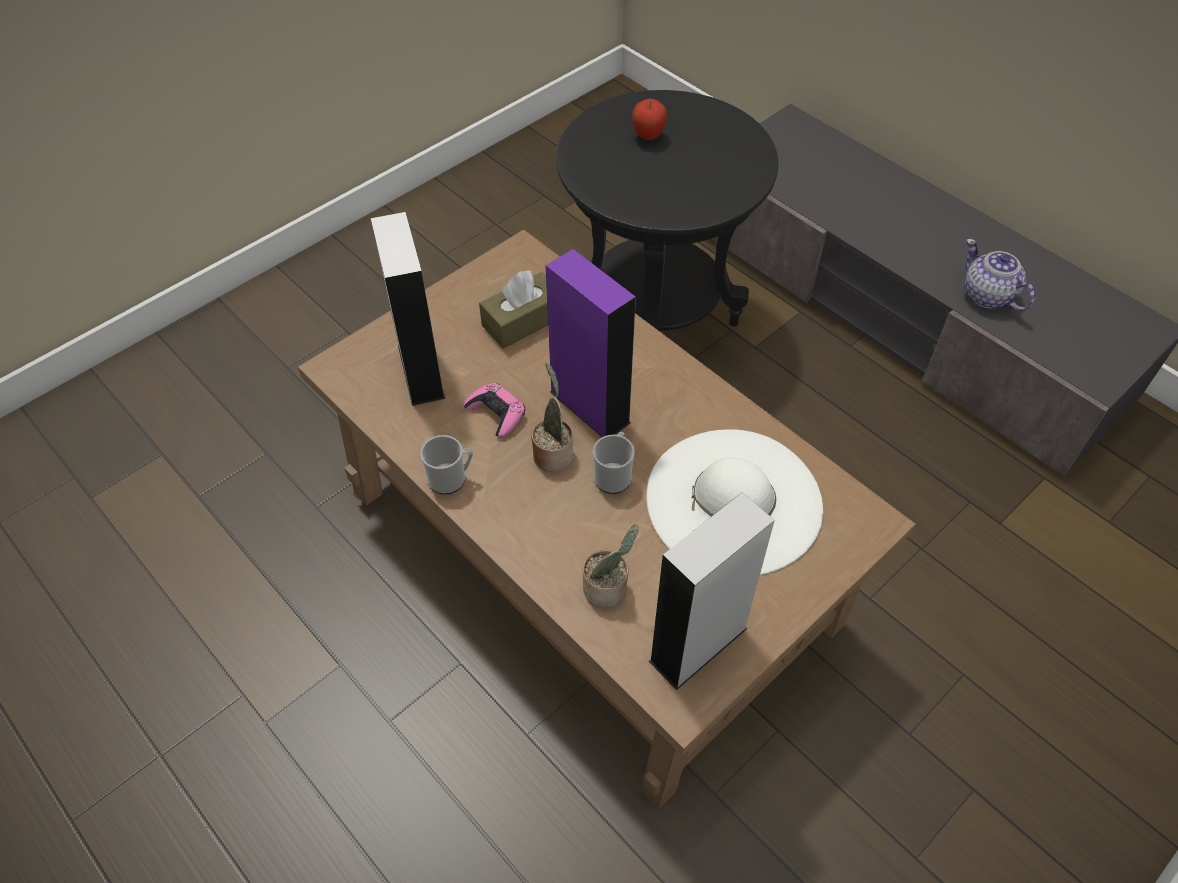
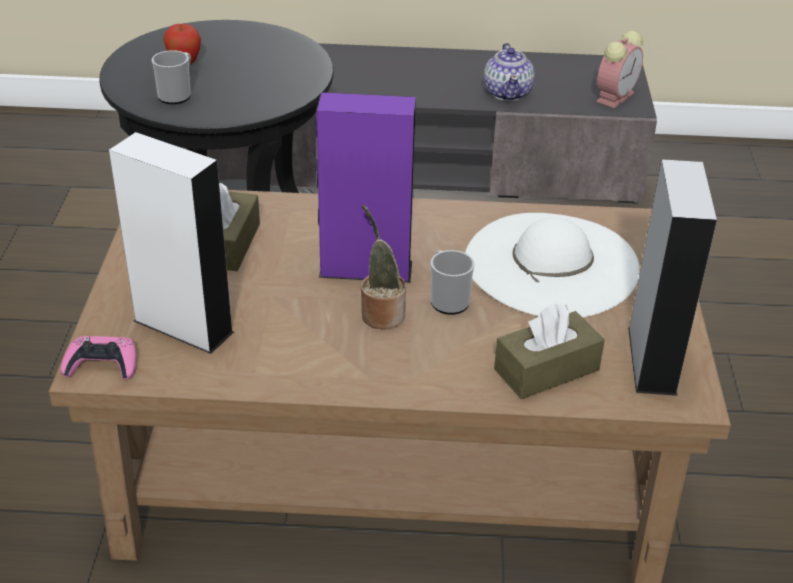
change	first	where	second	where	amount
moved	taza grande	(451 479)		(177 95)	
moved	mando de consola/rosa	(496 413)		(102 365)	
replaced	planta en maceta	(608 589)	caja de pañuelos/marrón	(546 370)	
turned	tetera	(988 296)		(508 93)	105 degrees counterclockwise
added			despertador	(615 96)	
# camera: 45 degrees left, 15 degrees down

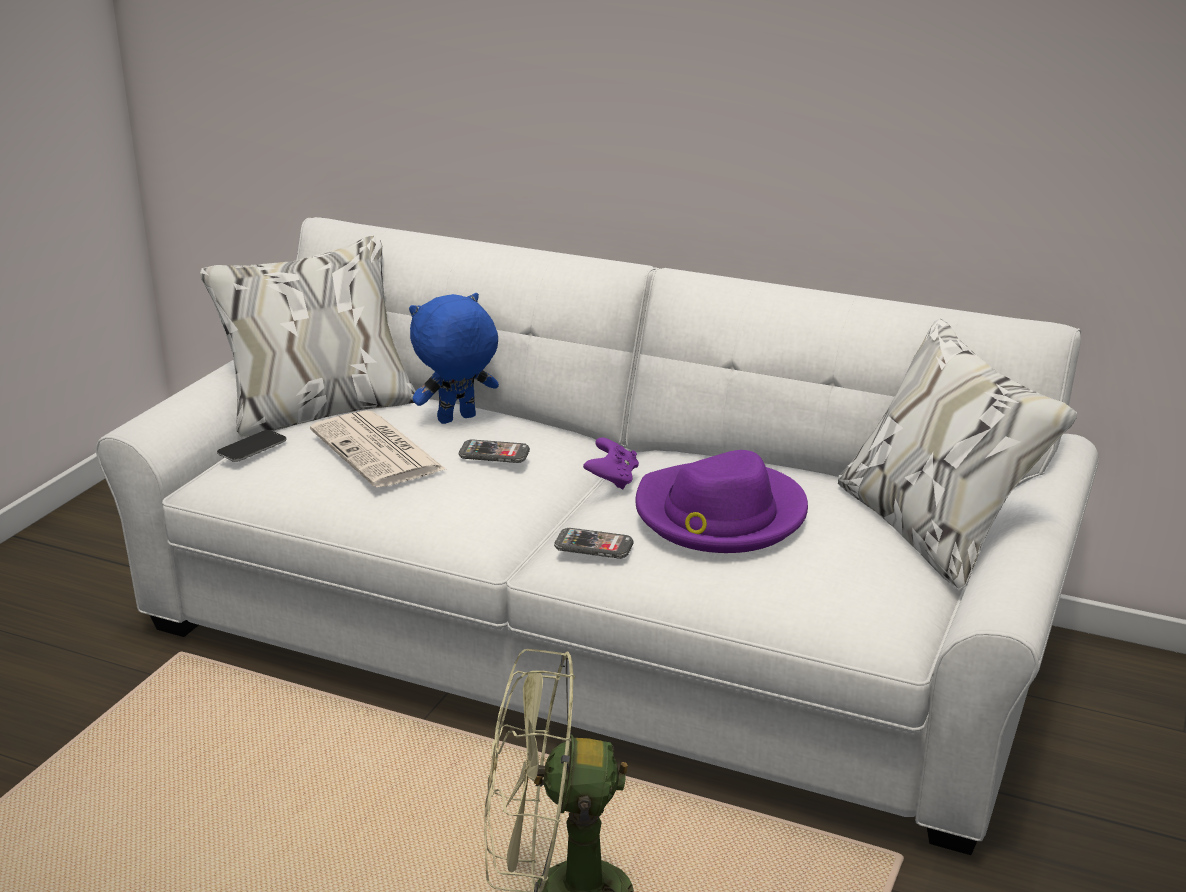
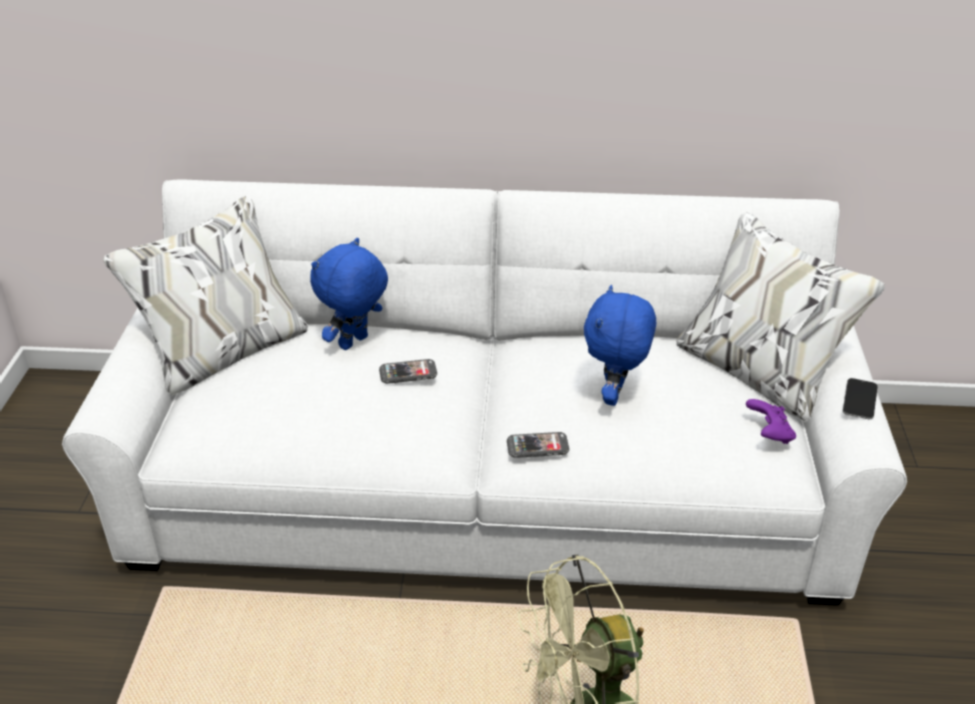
change	first	where	second	where	amount
moved	móvil	(252 447)		(859 400)	
removed	periódico	(379 451)			
moved	mando de consola/morado	(612 479)		(769 434)	
replaced	sombrero/morado	(719 515)	peluche/azul	(615 396)	
# camera: 20 degrees left, 10 degrees up

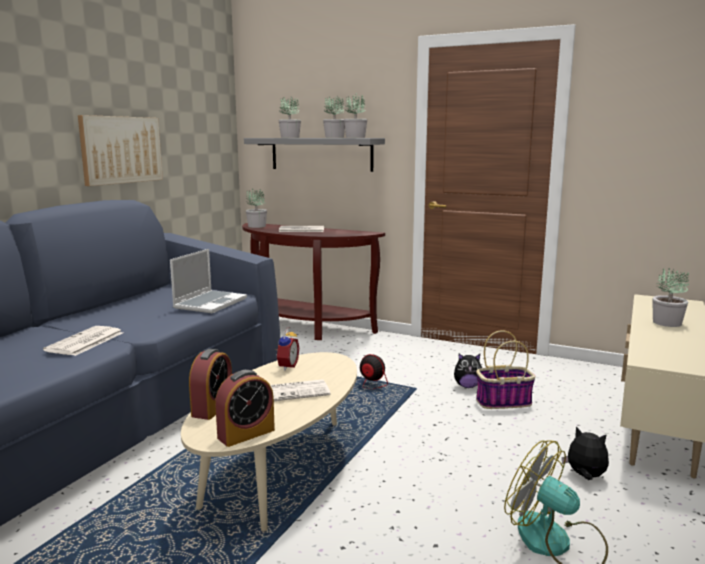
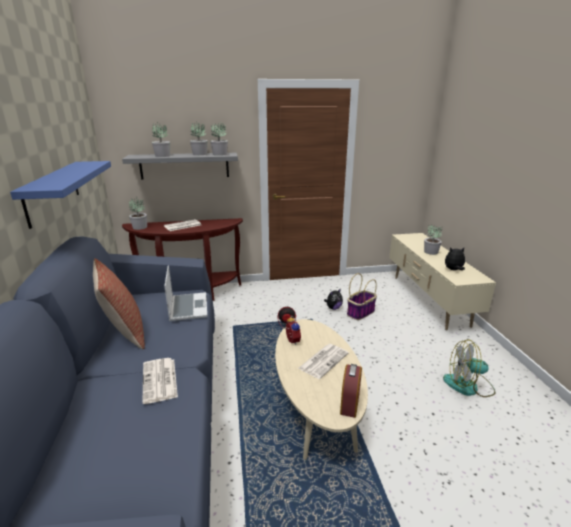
change	first	where	second	where	amount
replaced	cuadro	(121 150)	estante/azul	(52 191)	
removed	despertador	(212 407)			
moved	peluche	(585 476)		(453 270)	
added			cojín	(124 333)	
# camera: 35 degrees left, 10 degrees up

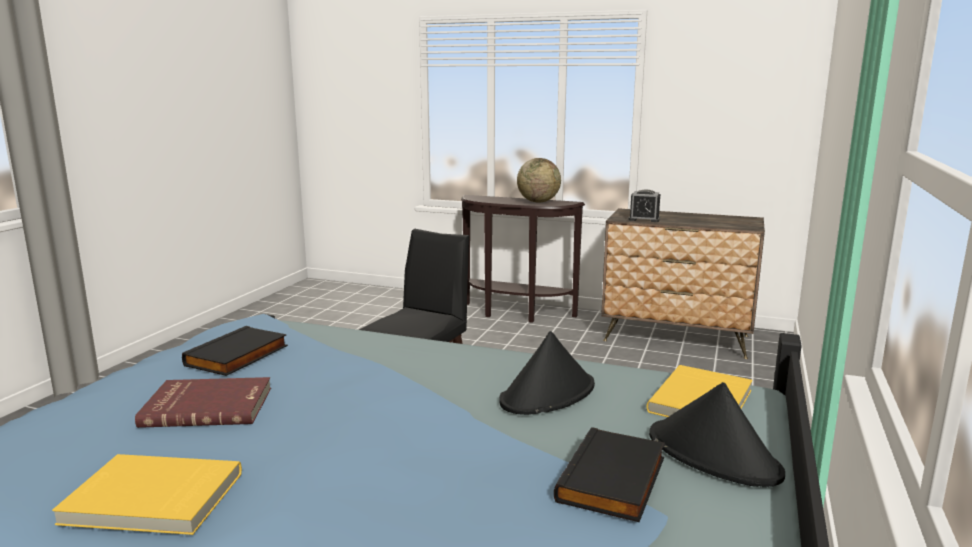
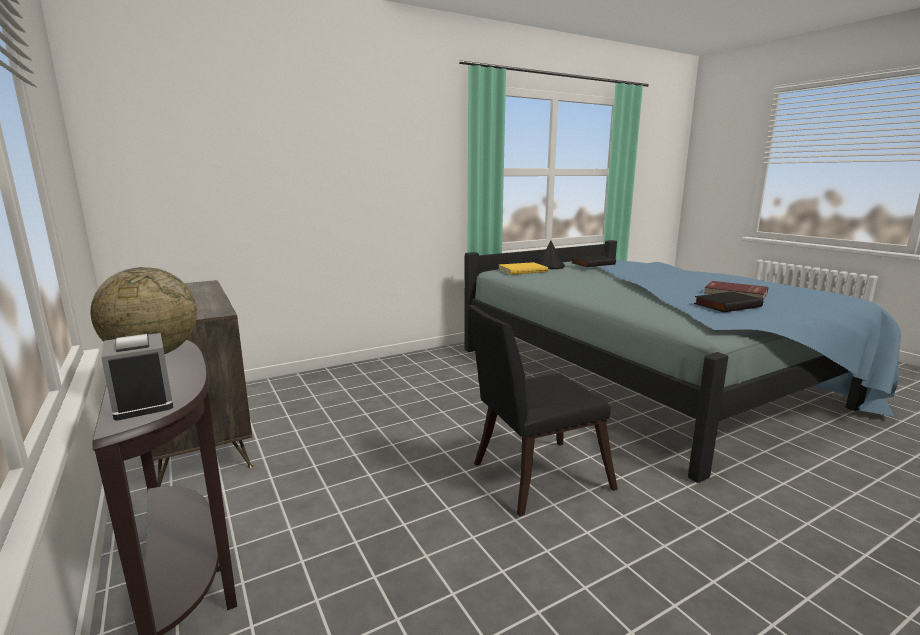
change	first	where	second	where	amount
removed	libro/amarillo	(152 500)			
removed	sombrero/negro	(548 394)			
moved	despertador	(644 219)		(143 401)	
# camera: 140 degrees left, 0 degrees up

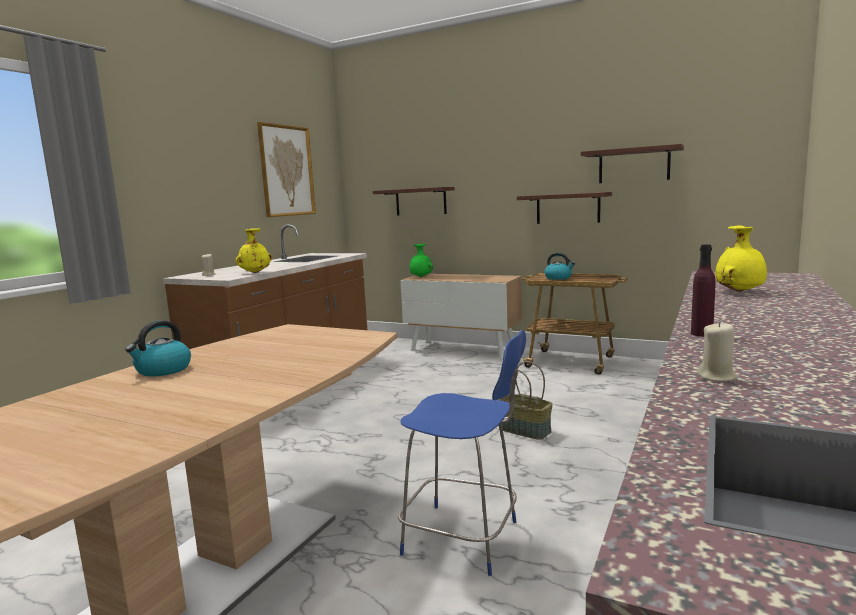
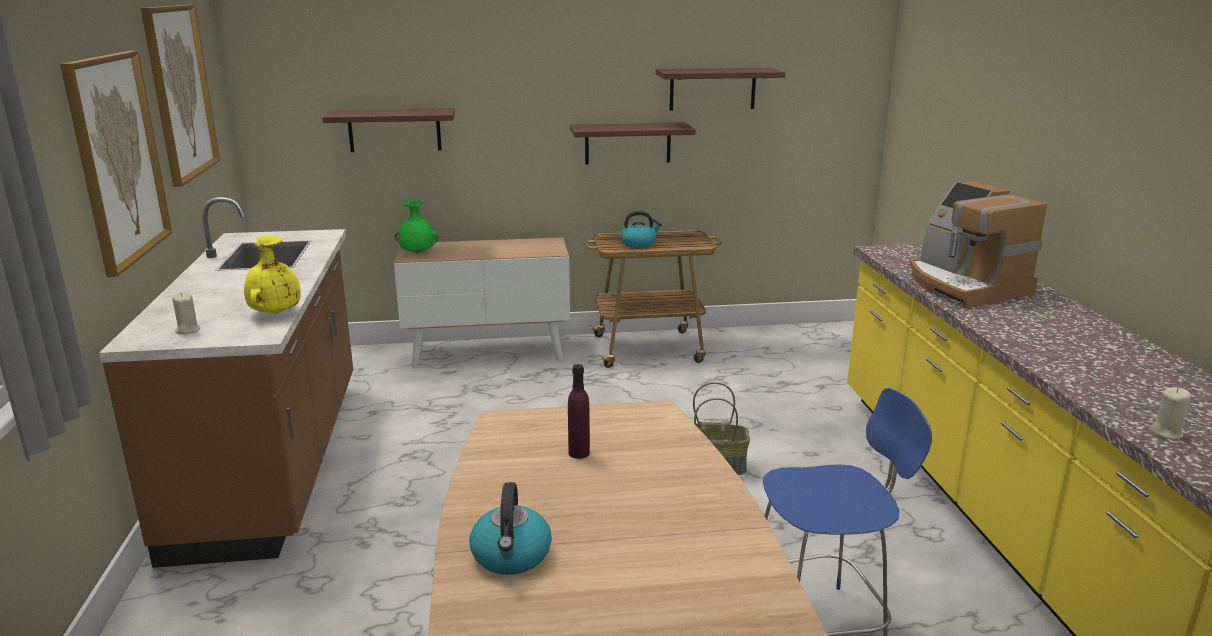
change	first	where	second	where	amount
moved	botella/morado	(701 334)		(579 453)	
replaced	florero/amarillo	(740 292)	cafetera	(964 286)	
added			cuadro	(117 159)	
# camera: 35 degrees left, 10 degrees up

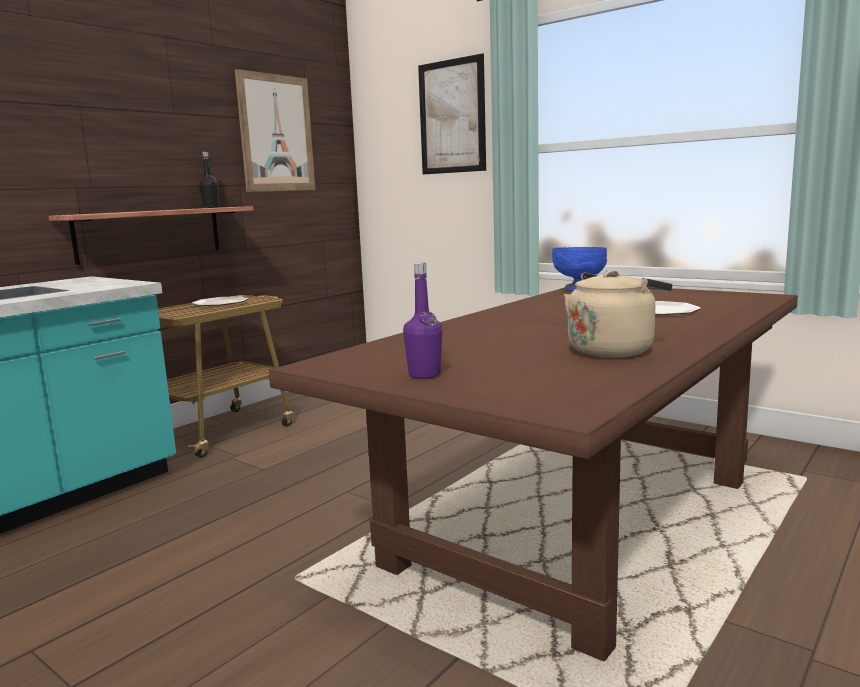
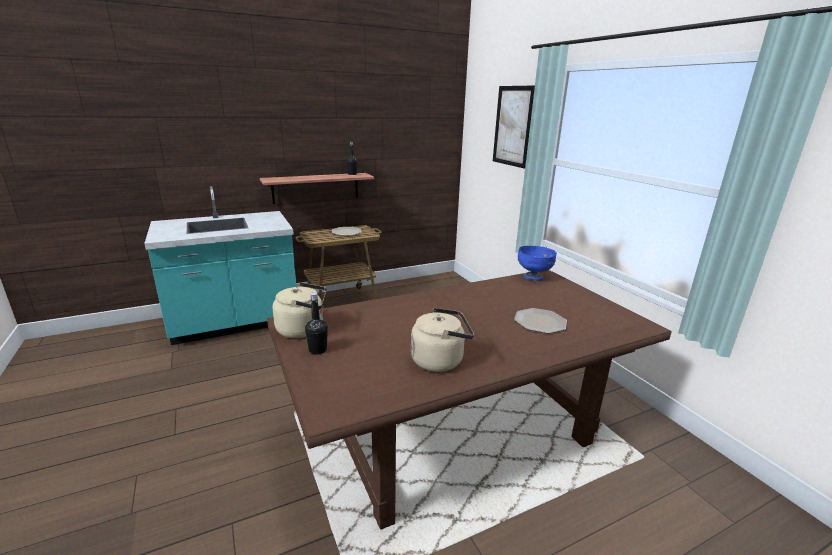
change	first	where	second	where	amount
removed	cuadro	(276 133)			
recoloured	botella/morado	(424 375)	botella/negro	(318 350)	
added			hervidor/beis	(303 329)	
# camera: 25 degrees right, 10 degrees up

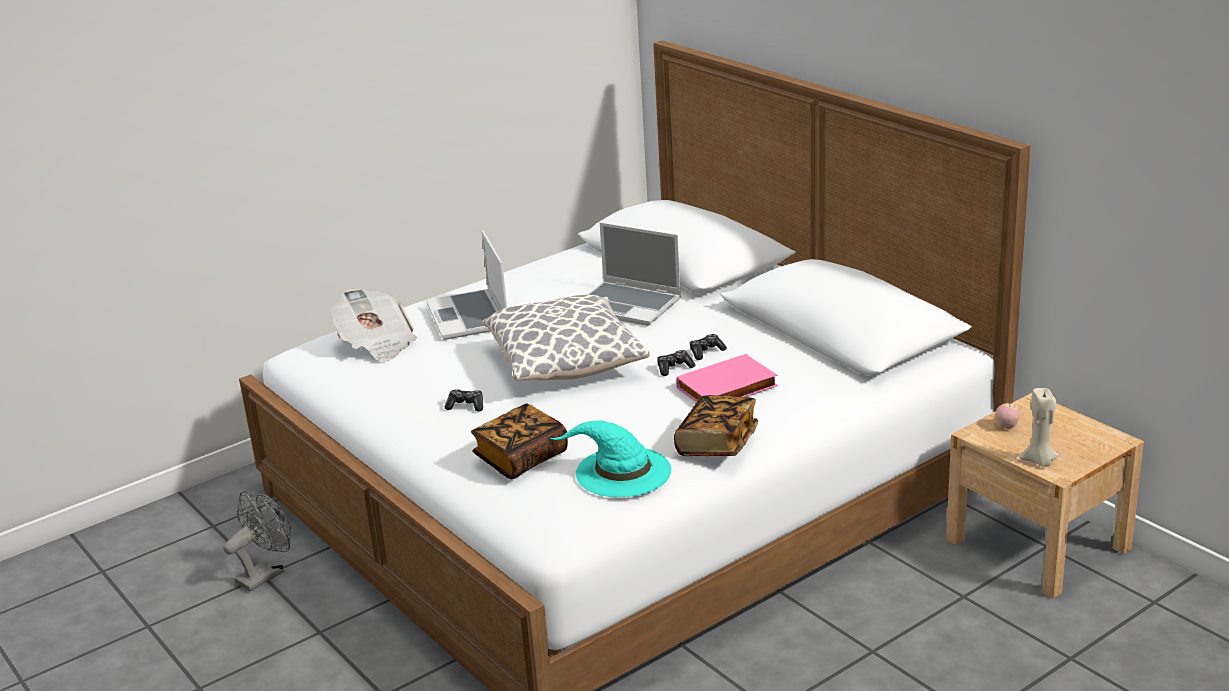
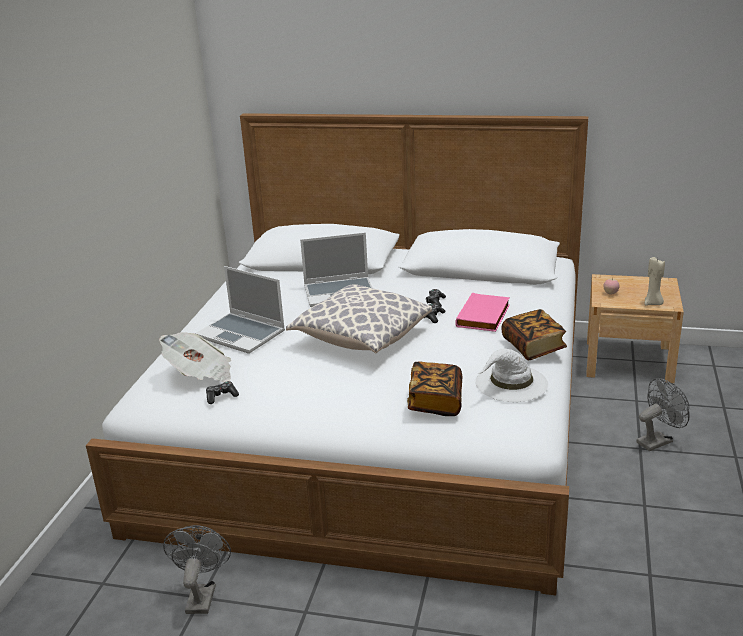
change	first	where	second	where	amount
moved	mando de consola	(466 406)		(221 396)	
recoloured	sombrero/turquesa	(621 472)	sombrero/blanco	(511 383)	
added			ventilador/gris	(658 440)	
# camera: 40 degrees left, 0 degrees up

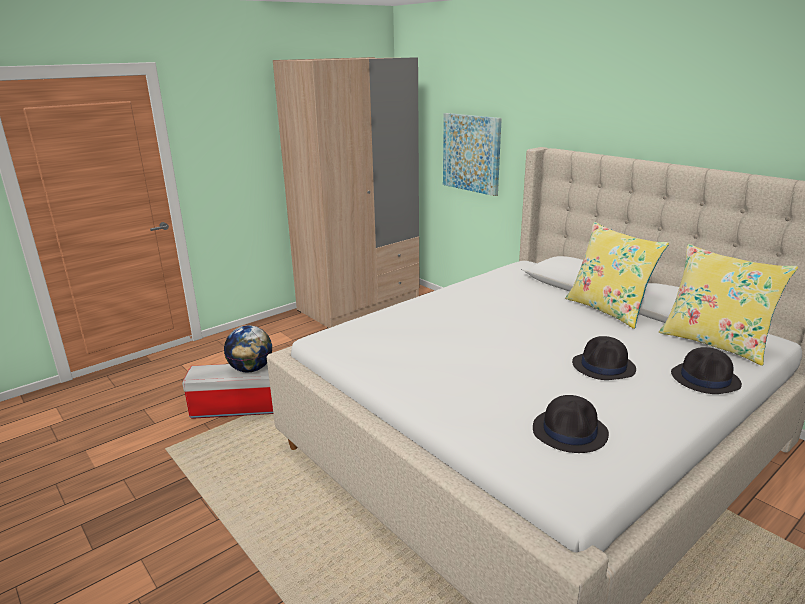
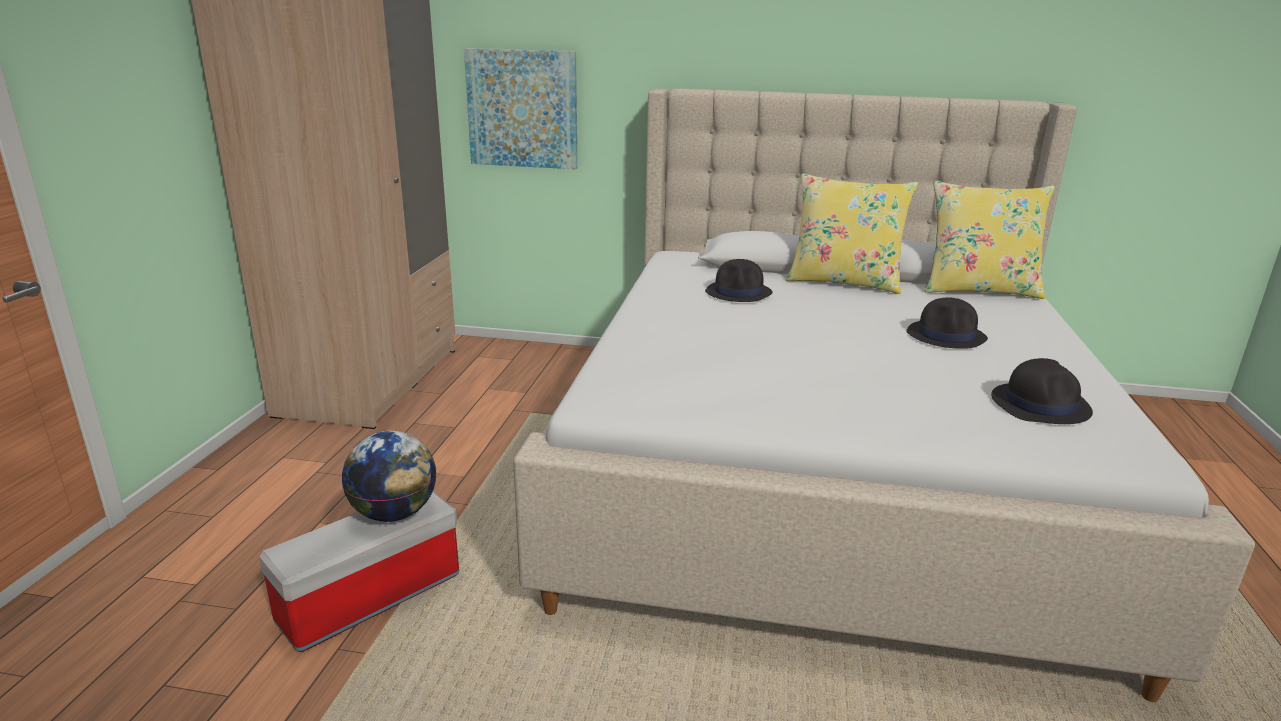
change	first	where	second	where	amount
moved	sombrero/negro	(705 379)		(739 293)	
# camera: 40 degrees left, 0 degrees up

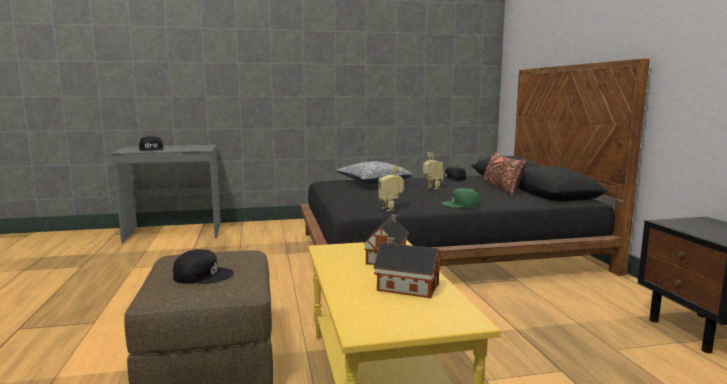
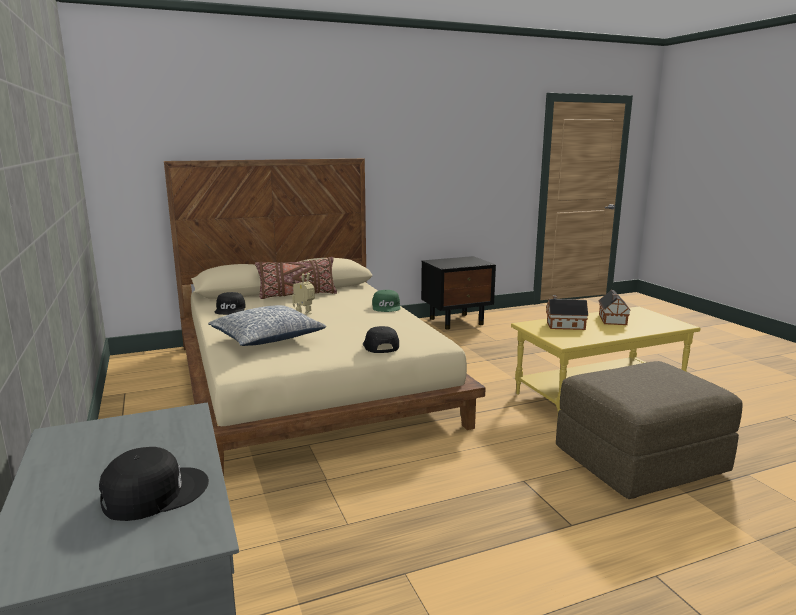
change	first	where	second	where	amount
moved	gorra/negro	(203 275)		(380 345)	
recoloured	cama/negro	(443 251)	cama/beis	(310 382)	
removed	robot de juguete	(390 209)			
# camera: 100 degrees left, 5 degrees up

